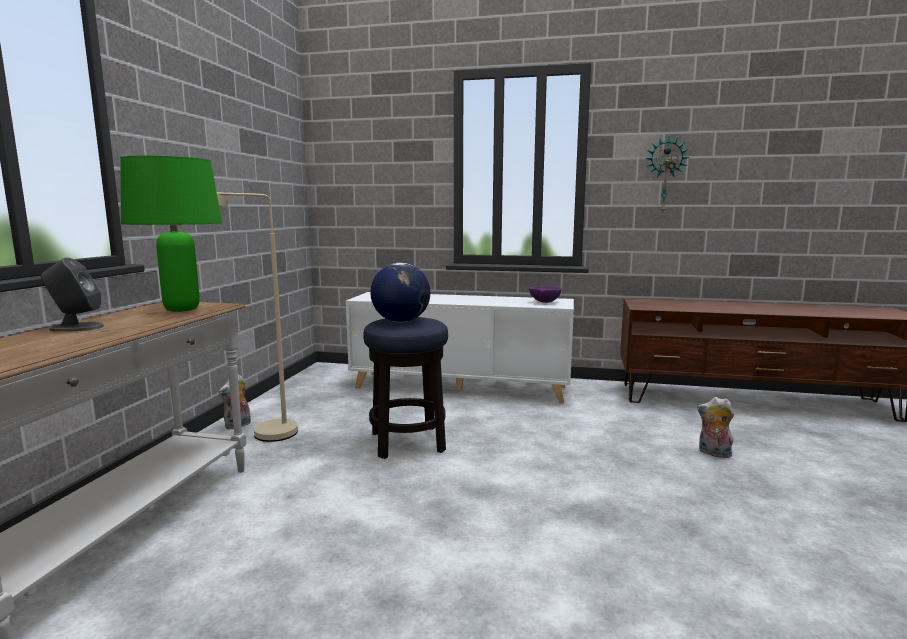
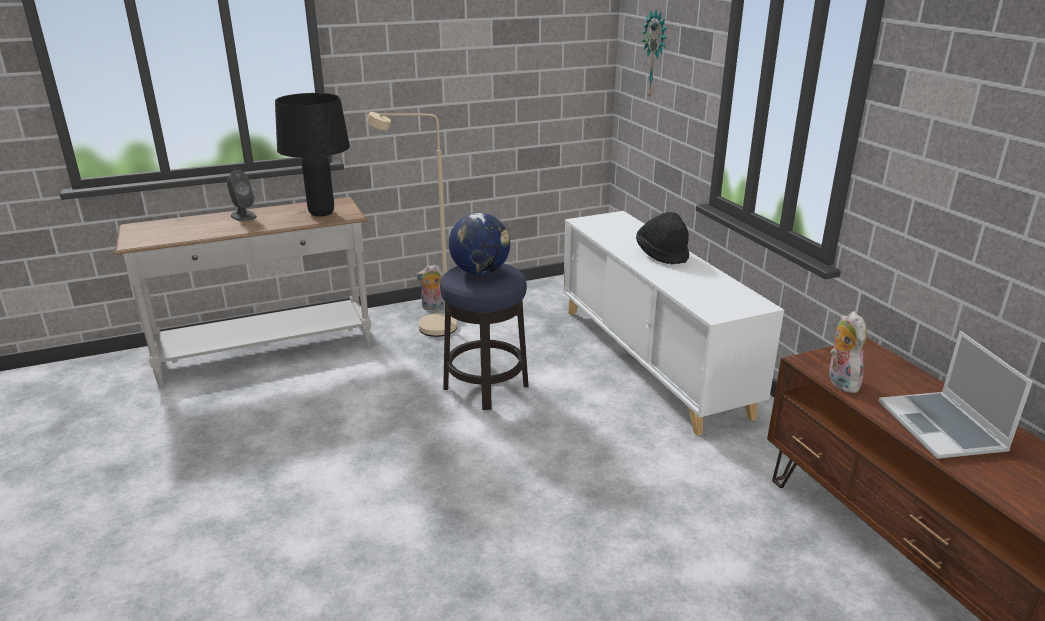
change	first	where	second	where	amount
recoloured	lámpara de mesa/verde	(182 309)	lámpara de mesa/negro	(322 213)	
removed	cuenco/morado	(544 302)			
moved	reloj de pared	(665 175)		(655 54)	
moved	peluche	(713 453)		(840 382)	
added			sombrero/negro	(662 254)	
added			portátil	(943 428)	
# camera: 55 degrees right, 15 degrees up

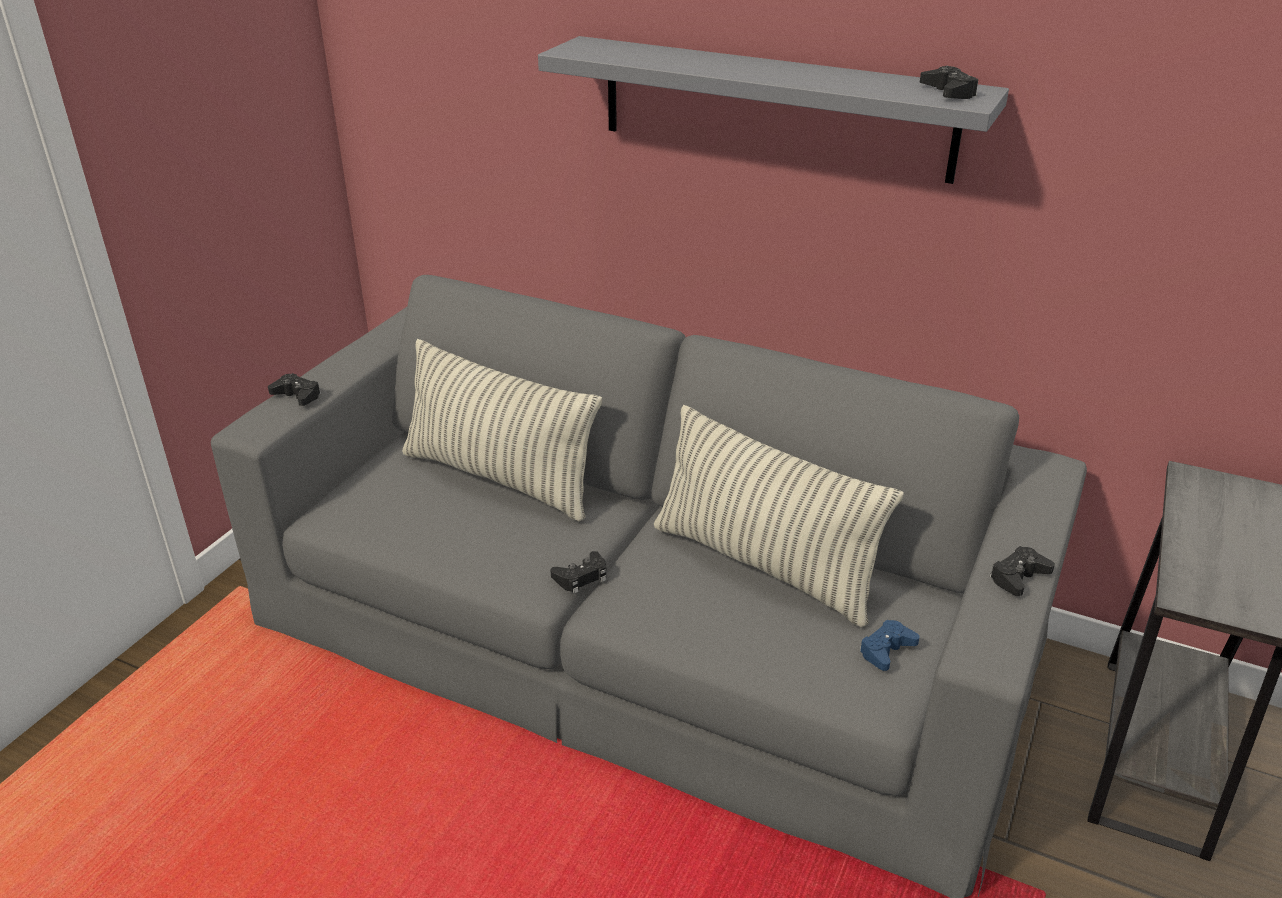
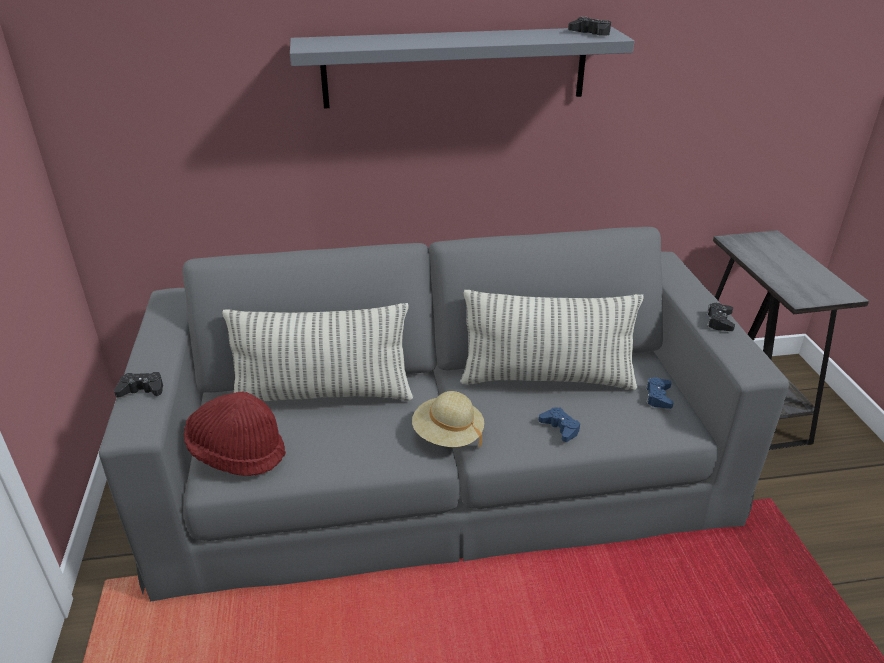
change	first	where	second	where	amount
replaced	mando de consola/negro	(581 577)	sombrero/beis	(448 435)	
added			sombrero/rojo	(237 453)	
added			mando de consola/azul	(560 428)	
# camera: 35 degrees left, 0 degrees up

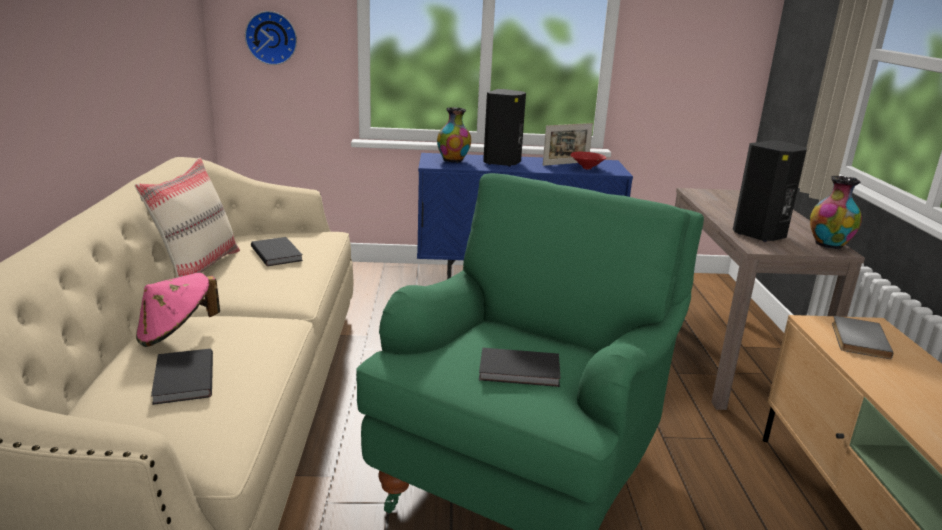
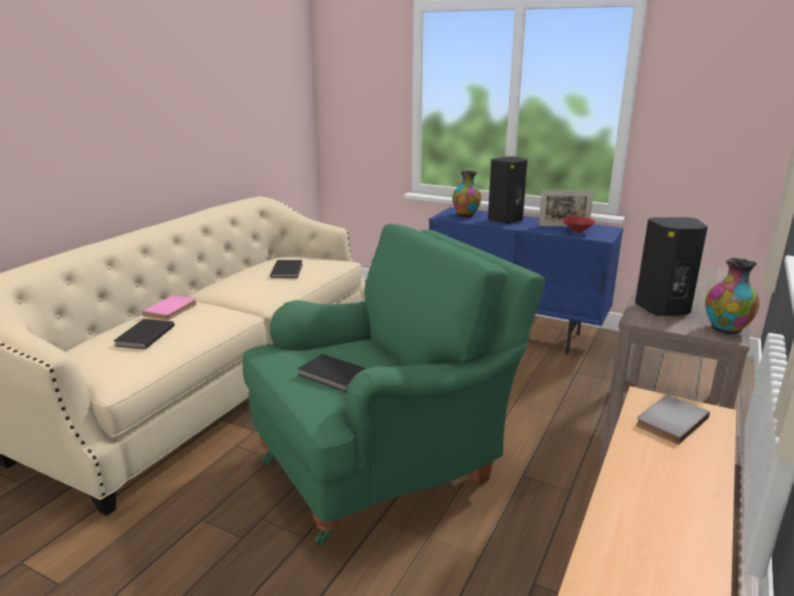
change	first	where	second	where	amount
removed	cojín/beis	(198 267)			
replaced	sombrero/rosa	(176 333)	libro/rosa	(172 310)	
removed	reloj de pared	(272 38)			
# camera: 30 degrees right, 0 degrees up

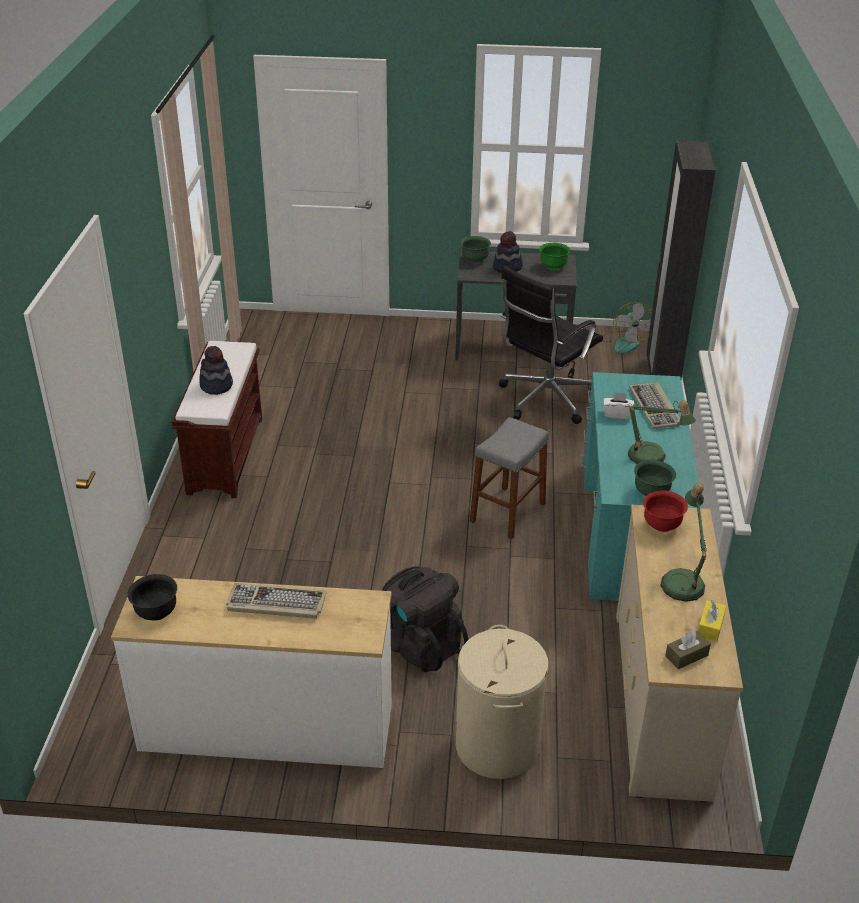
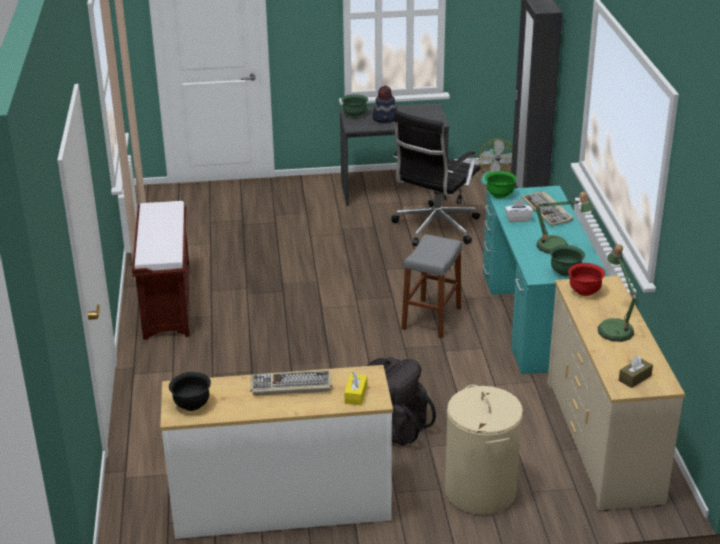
change	first	where	second	where	amount
removed	sombrero	(216 385)			
moved	cuenco/verde	(553 266)		(499 195)	
moved	caja de pañuelos/amarillo	(710 626)		(356 395)	
# camera: 10 degrees left, 5 degrees down

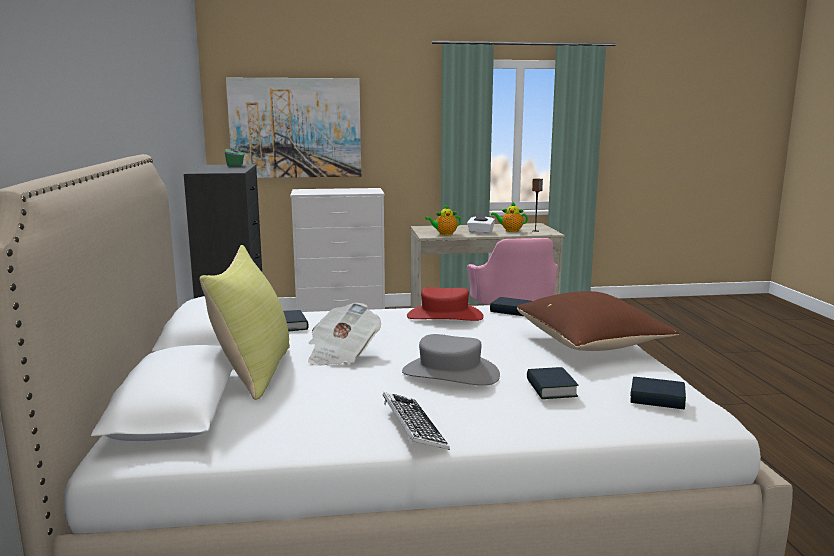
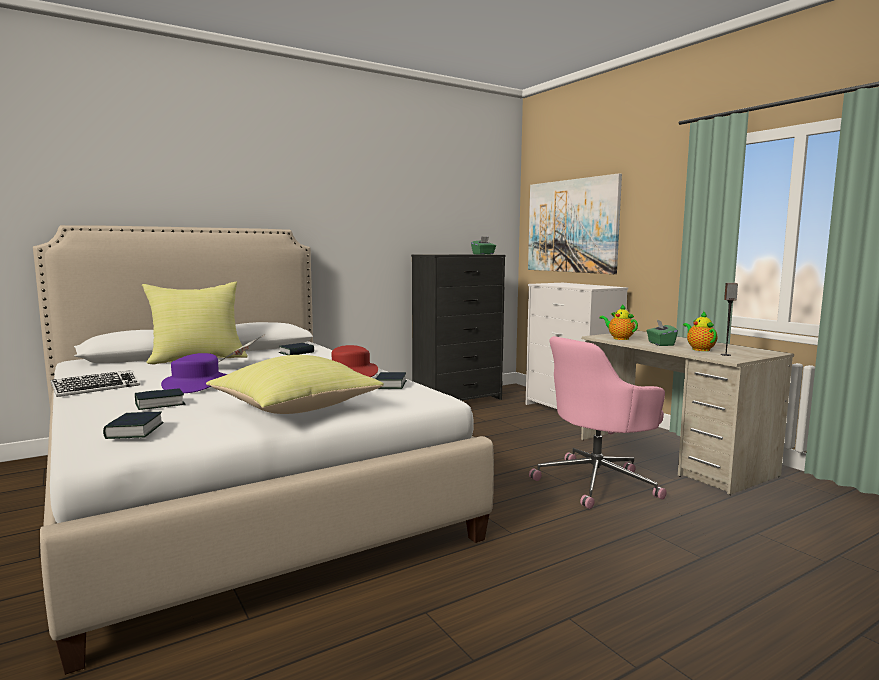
change	first	where	second	where	amount
recoloured	sombrero/gris	(450 374)	sombrero/morado	(196 384)	
recoloured	caja de pañuelos/blanco	(480 232)	caja de pañuelos/verde	(660 344)	
recoloured	cojín/marrón	(592 345)	cojín/amarillo	(296 411)	
# camera: 65 degrees right, 5 degrees down

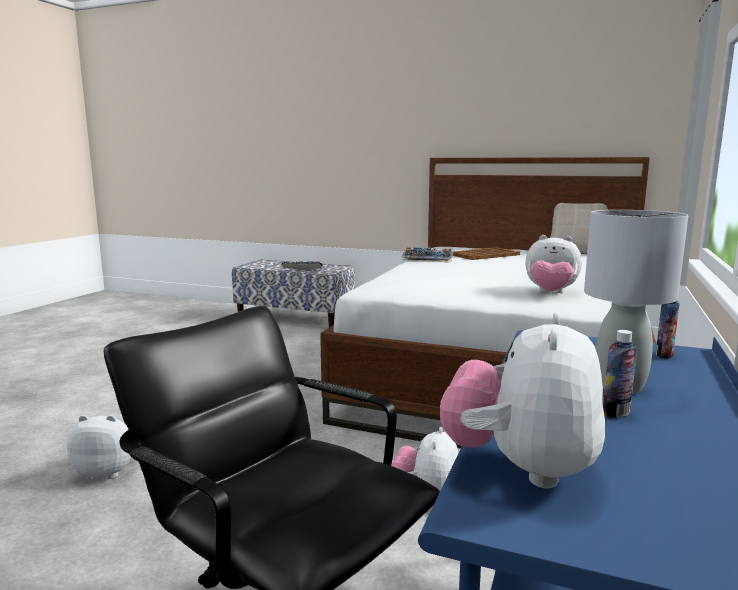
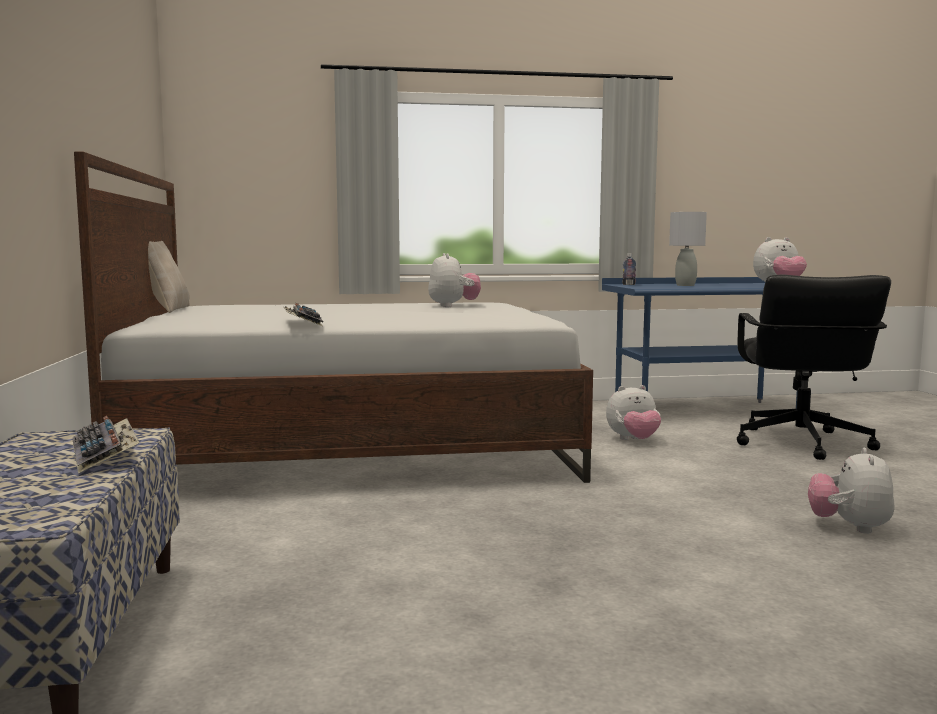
change	first	where	second	where	amount
turned	peluche	(108 471)		(849 527)	45 degrees clockwise
removed	bandeja/marrón	(484 255)			
removed	botella	(616 413)			
# camera: 120 degrees left, 5 degrees down

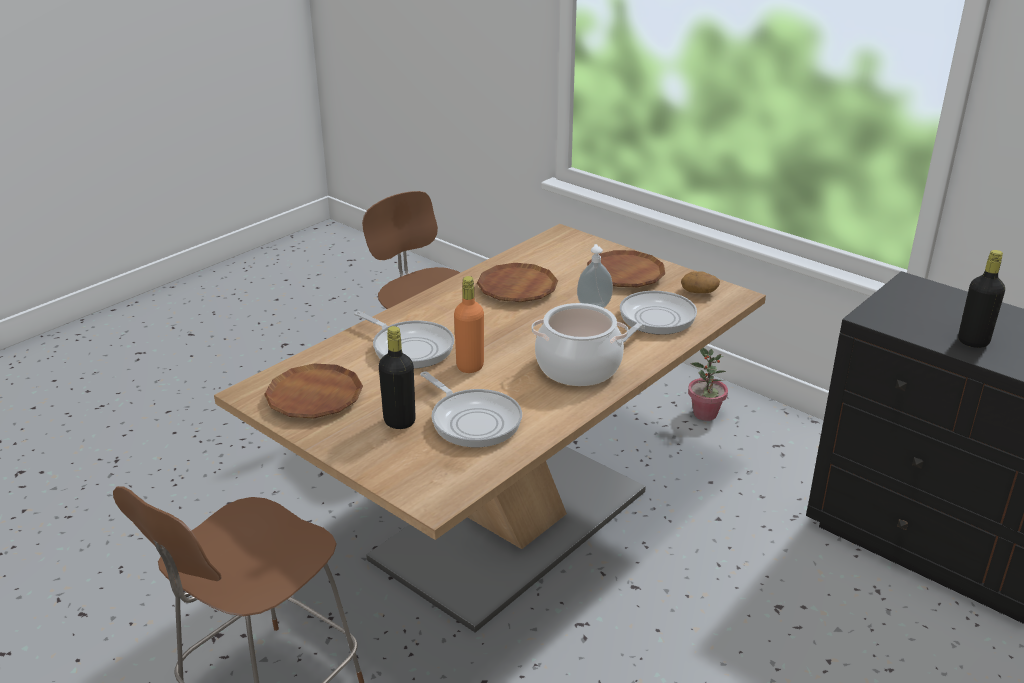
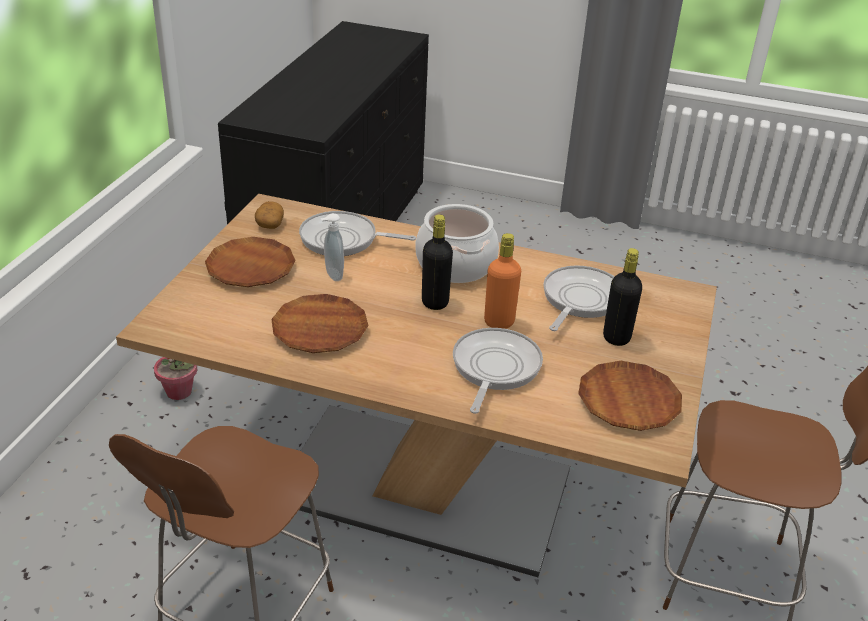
change	first	where	second	where	amount
moved	botella/negro	(973 341)		(435 302)	
# camera: 115 degrees left, 5 degrees up

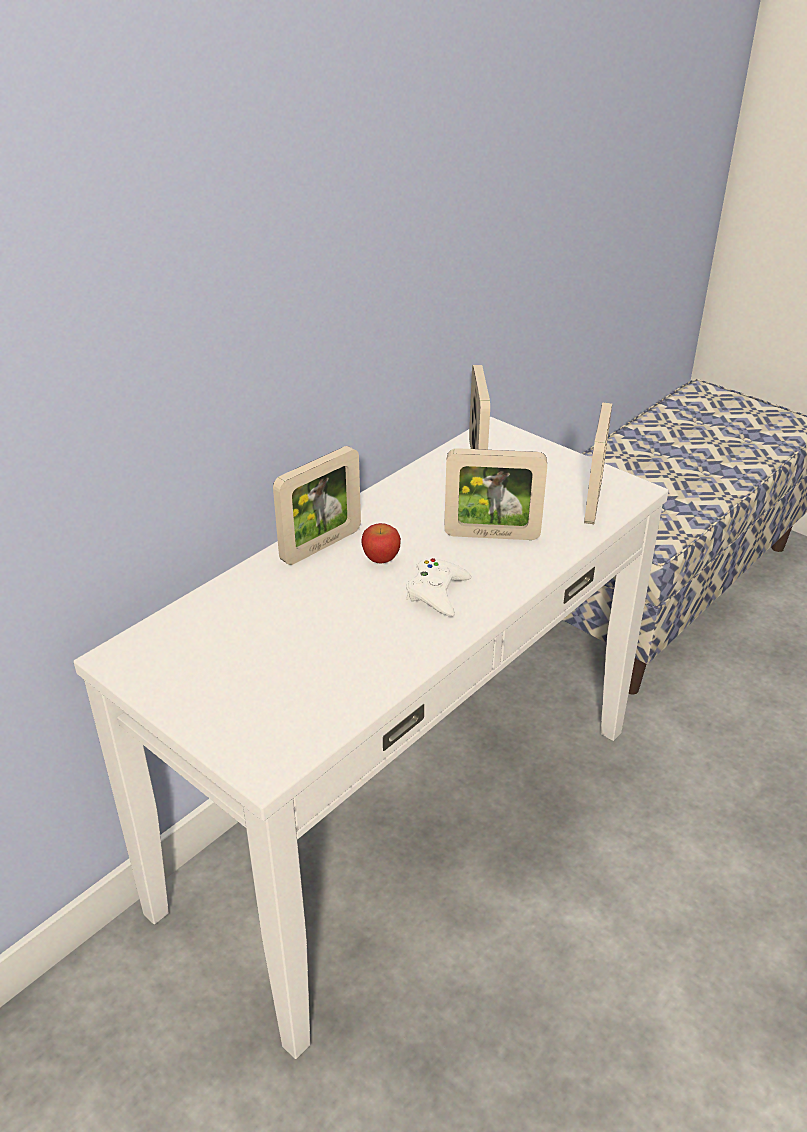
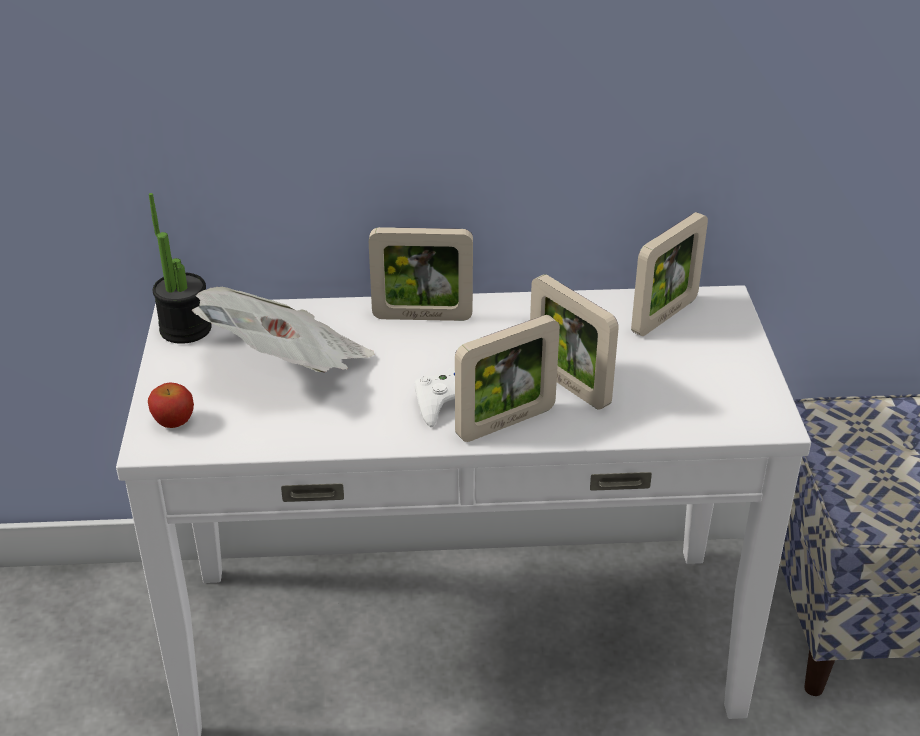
change	first	where	second	where	amount
moved	manzana	(381 558)		(173 422)	
moved	portarretratos	(593 502)		(505 423)	
added			planta en maceta	(185 329)	
added			periódico	(289 366)	
# camera: 45 degrees right, 0 degrees up

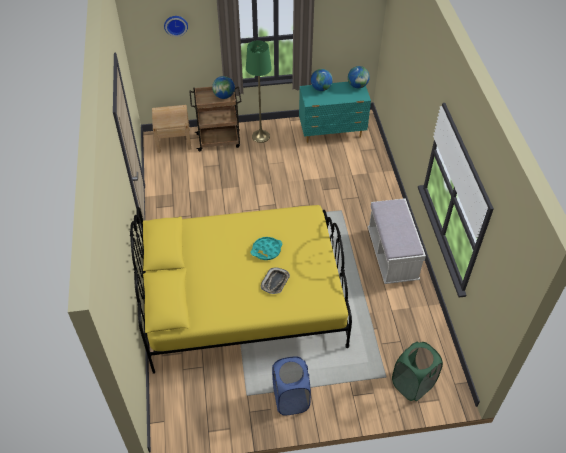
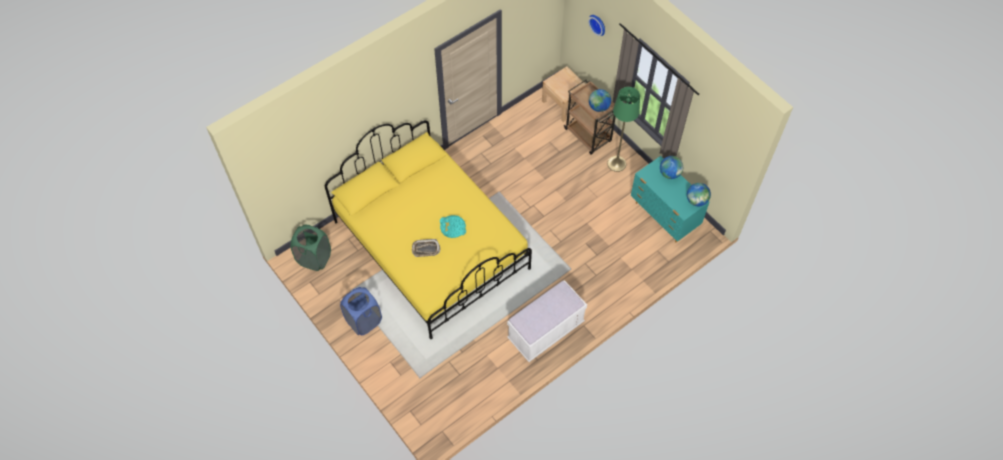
change	first	where	second	where	amount
moved	cesto de la ropa/verde	(413 384)		(314 258)	
# camera: 60 degrees right, 10 degrees up

